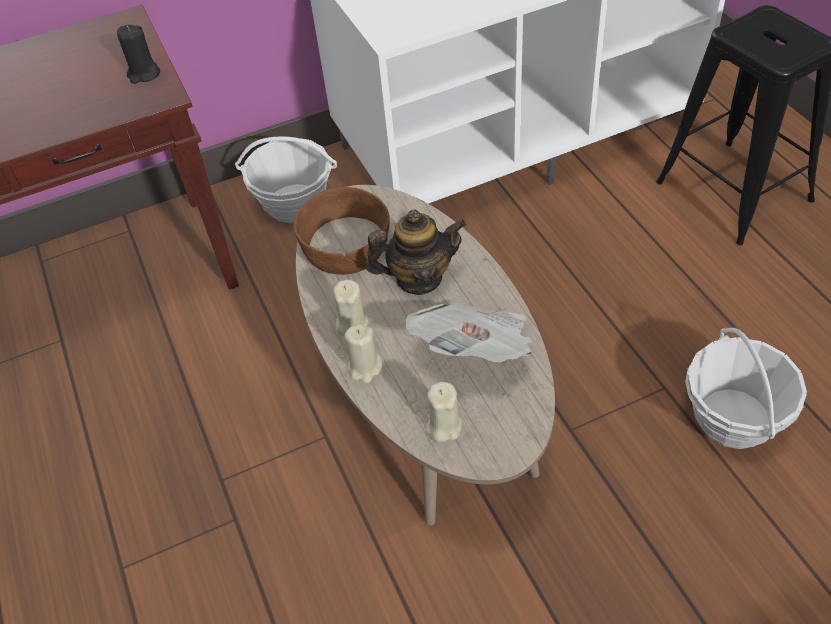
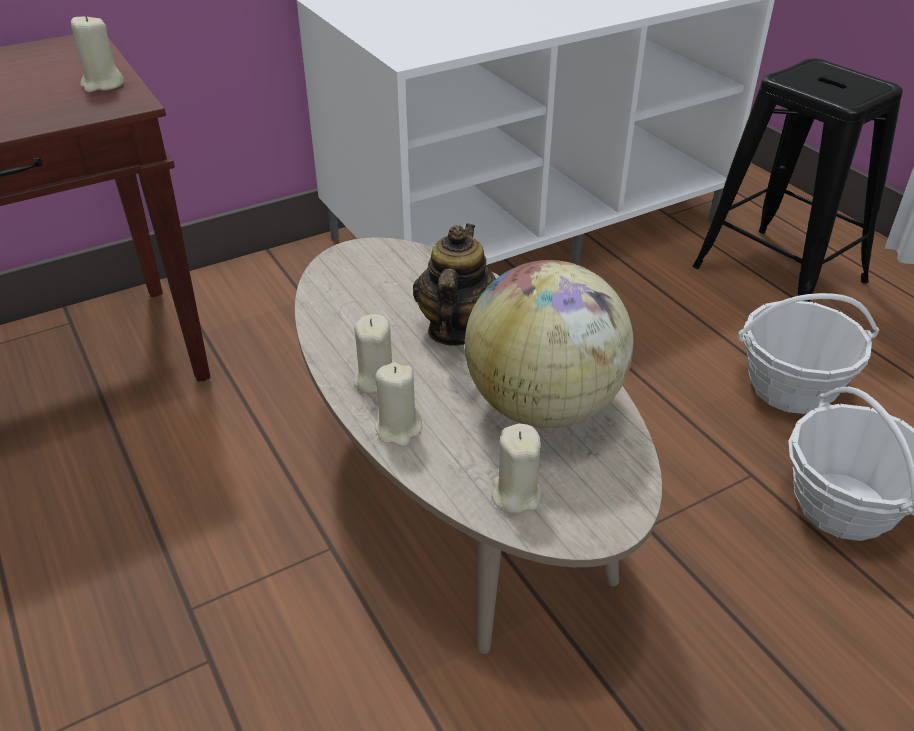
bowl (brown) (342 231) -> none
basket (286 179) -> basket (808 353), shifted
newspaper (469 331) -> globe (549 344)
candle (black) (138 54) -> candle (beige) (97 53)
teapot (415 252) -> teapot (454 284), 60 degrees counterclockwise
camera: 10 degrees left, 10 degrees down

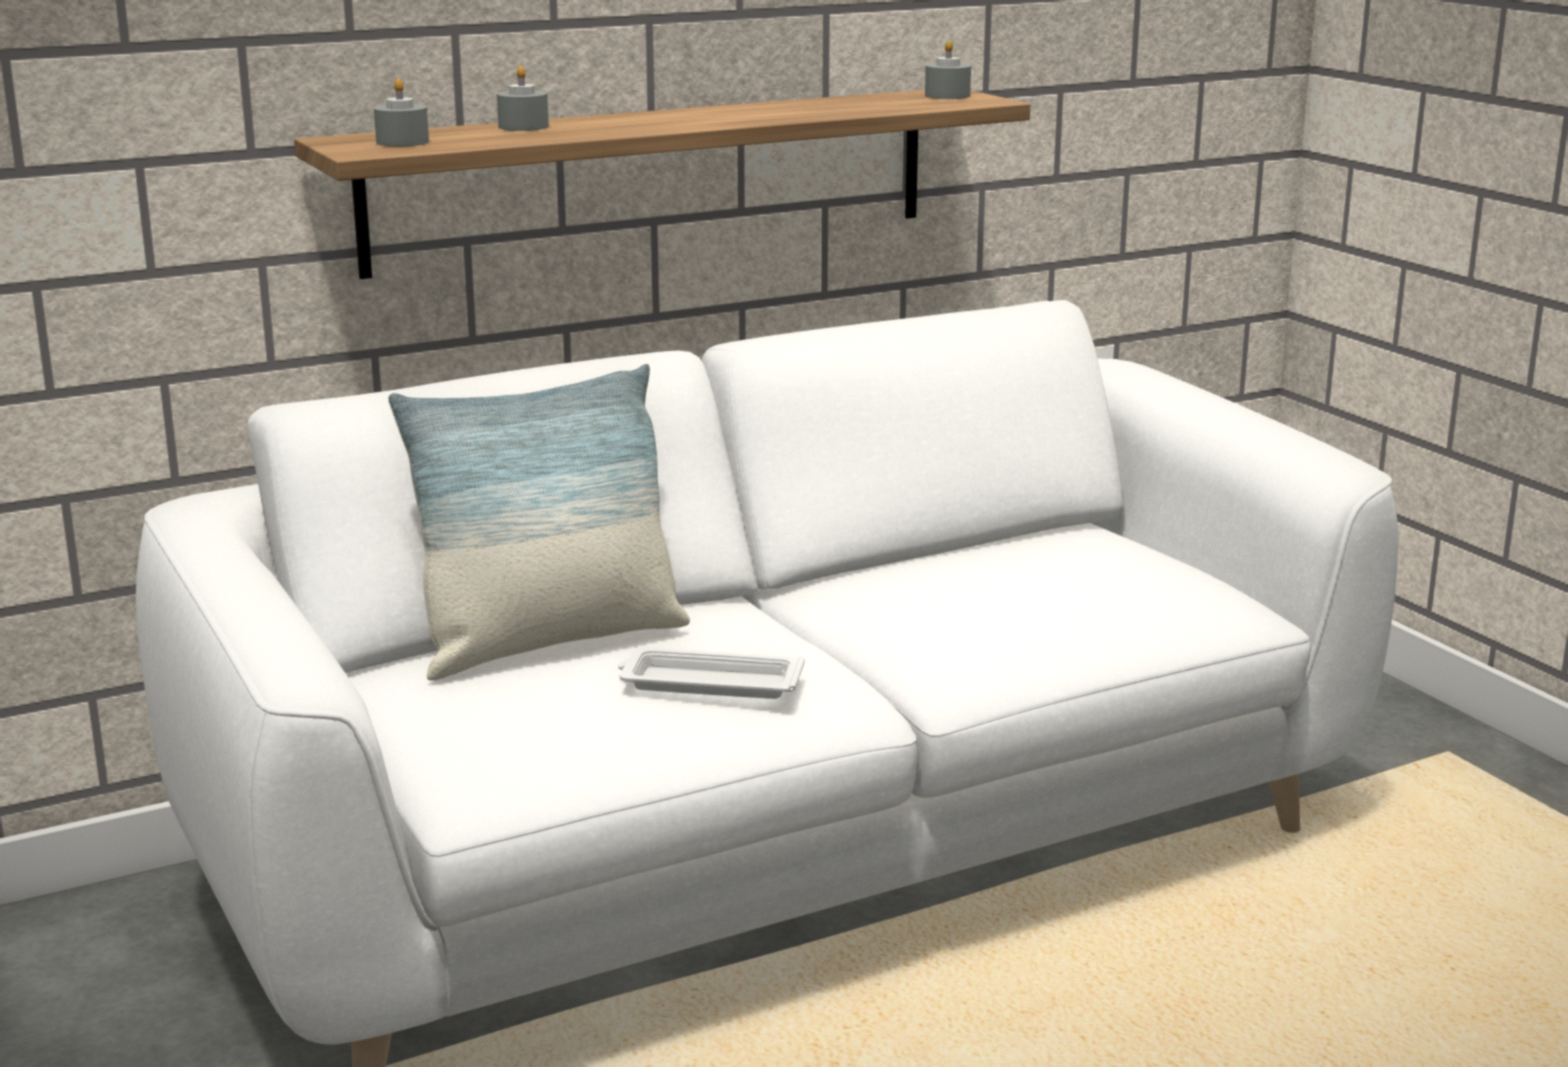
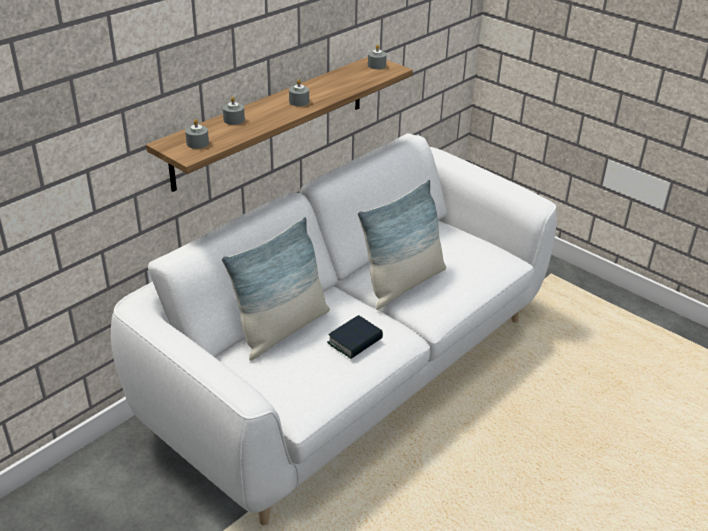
none -> candle (grey) (299 92)
none -> pillow (401 245)
tray (white) (711 673) -> book (355 337)
camera: 20 degrees left, 15 degrees up

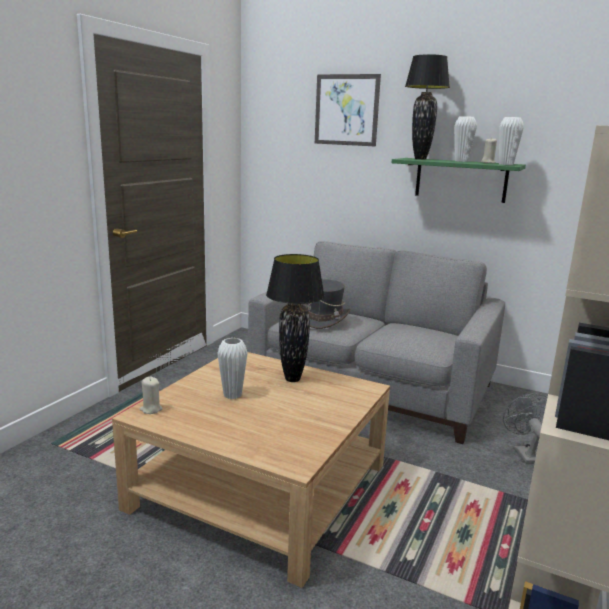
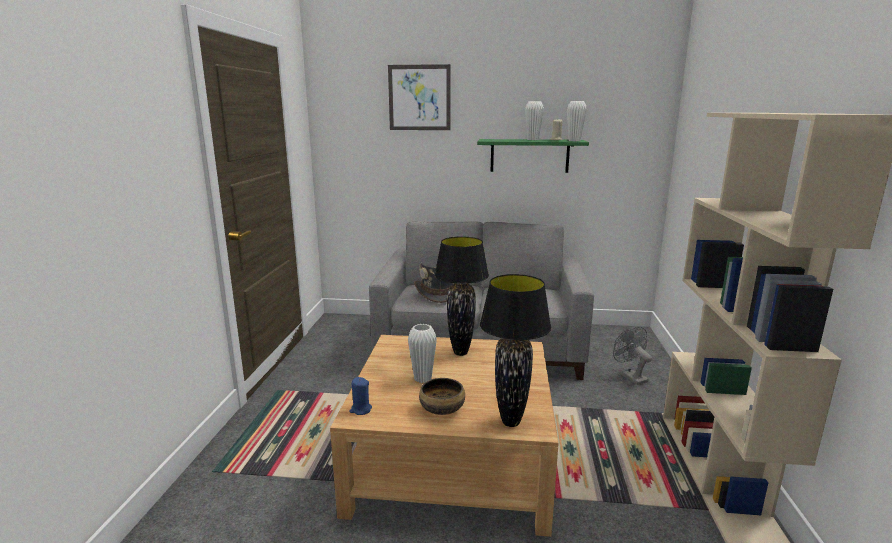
none -> bowl (442 396)
table lamp (black) (427 107) -> table lamp (black) (515 350), shifted
candle (beige) (151 395) -> candle (blue) (361 396)
camera: 20 degrees left, 0 degrees up

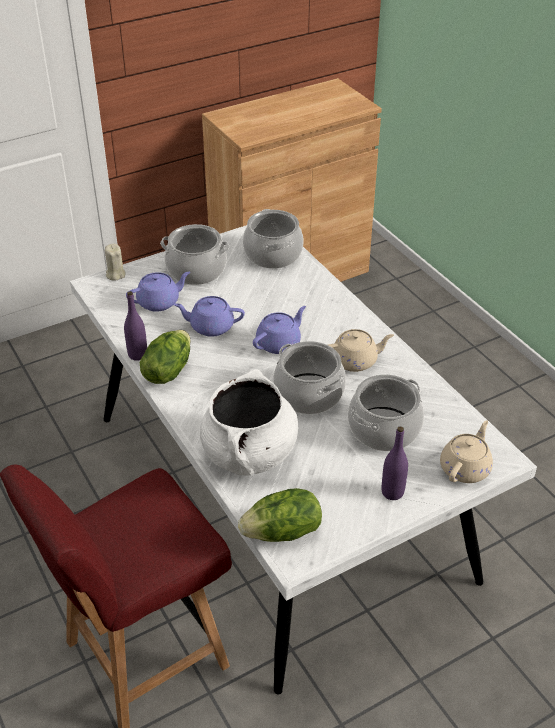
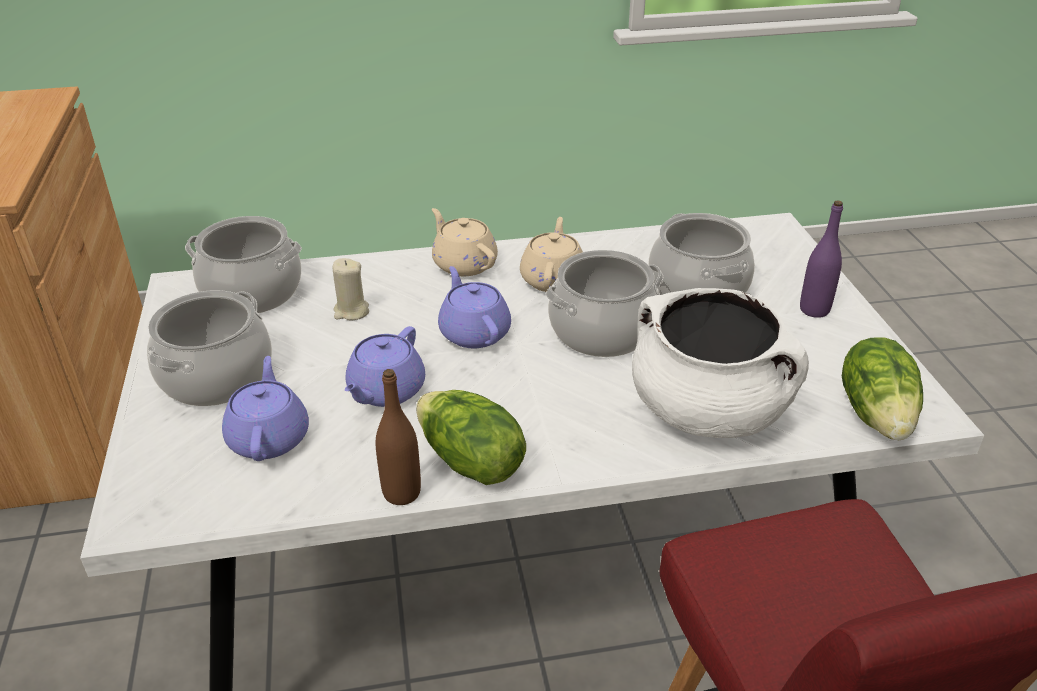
candle (beige) (115 262) -> candle (beige) (350 289), shifted
teapot (beige) (466 451) -> teapot (beige) (465 242), shifted
bottle (purple) (135 326) -> bottle (brown) (398 437)
camera: 70 degrees left, 5 degrees down

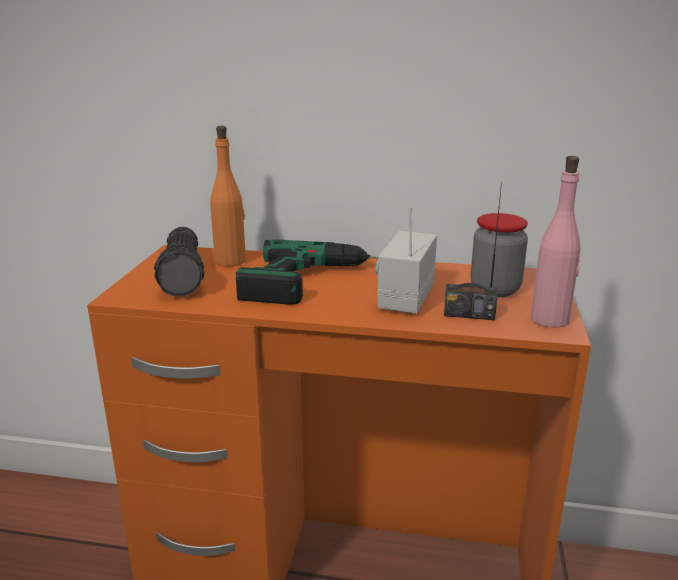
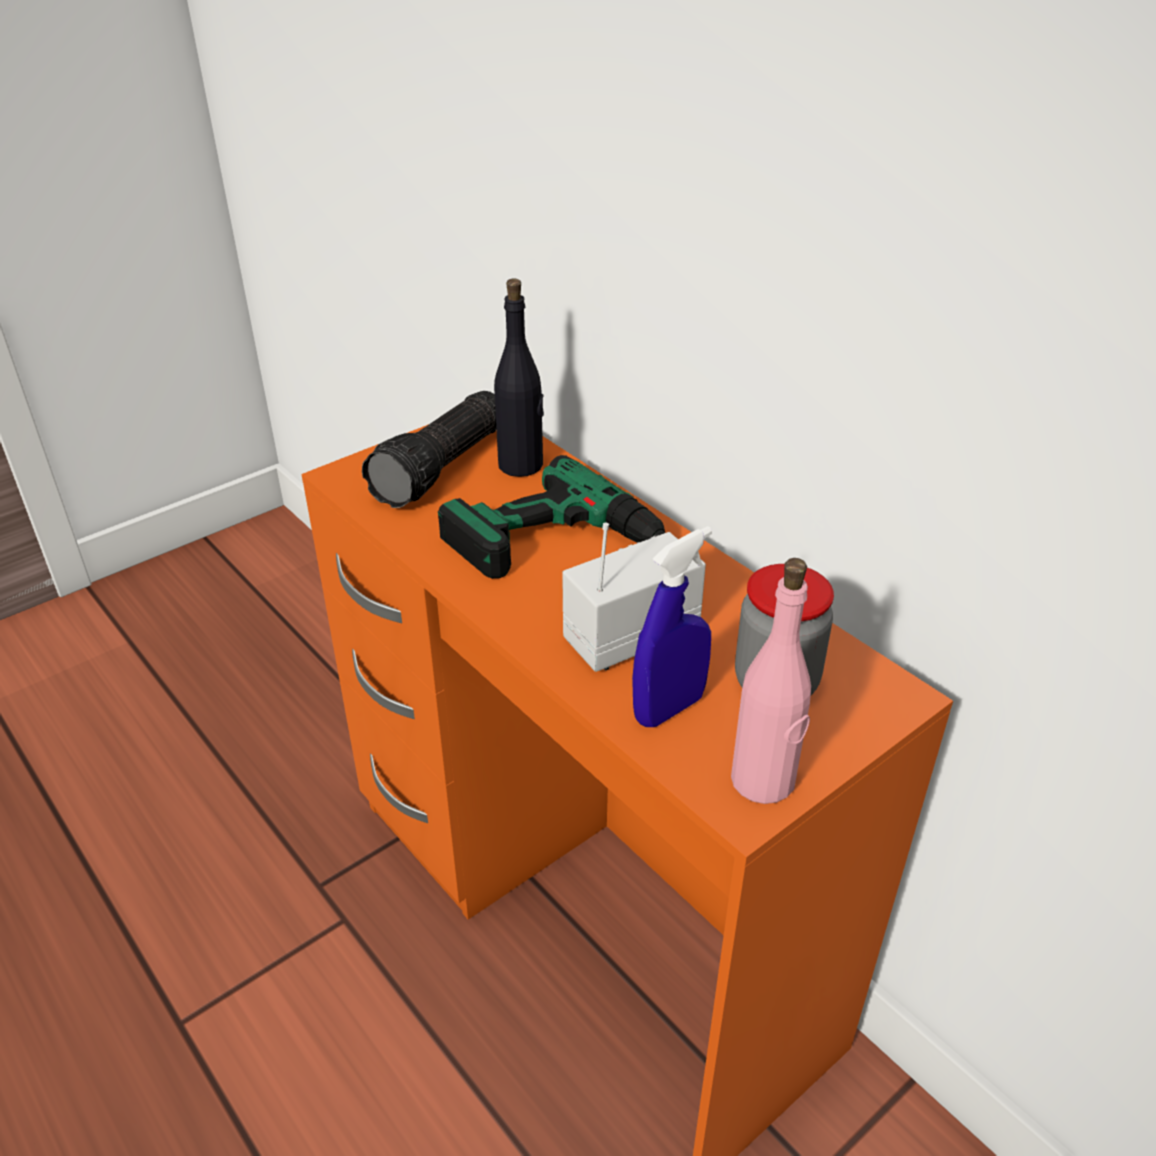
radio (473 251) -> spray bottle (blue) (672 626)
bottle (orange) (228 196) -> bottle (black) (519 377)
camera: 40 degrees right, 15 degrees up

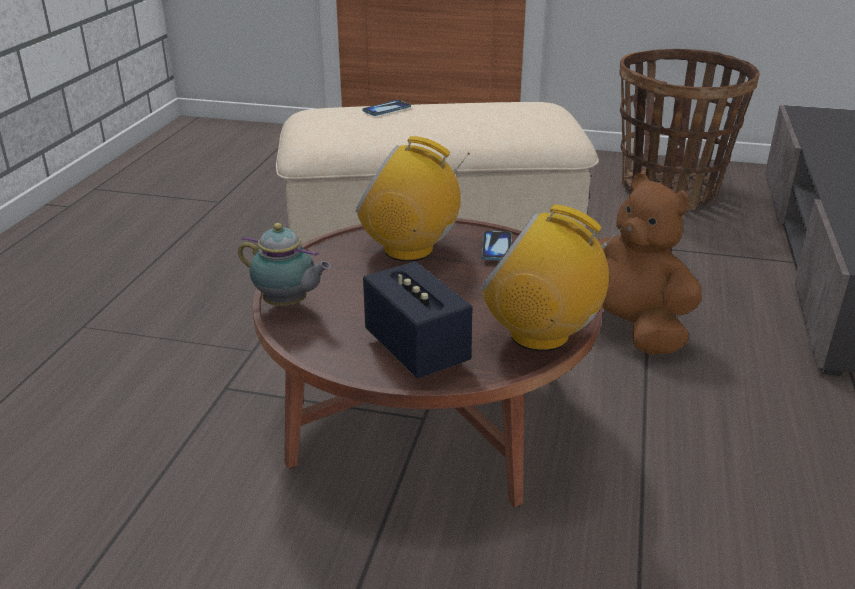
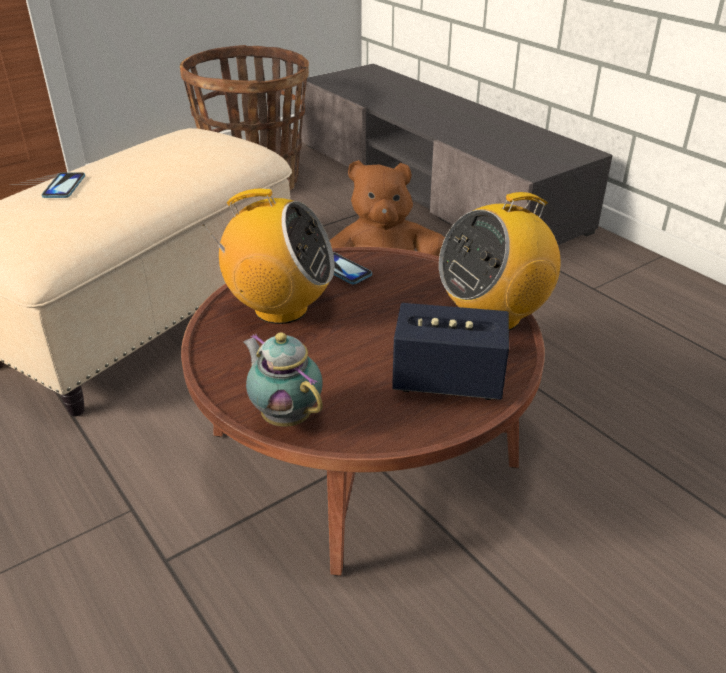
teapot (284 264) -> teapot (283 379), 105 degrees counterclockwise
radio (412 198) -> radio (269 256), 135 degrees counterclockwise
camera: 50 degrees left, 5 degrees up

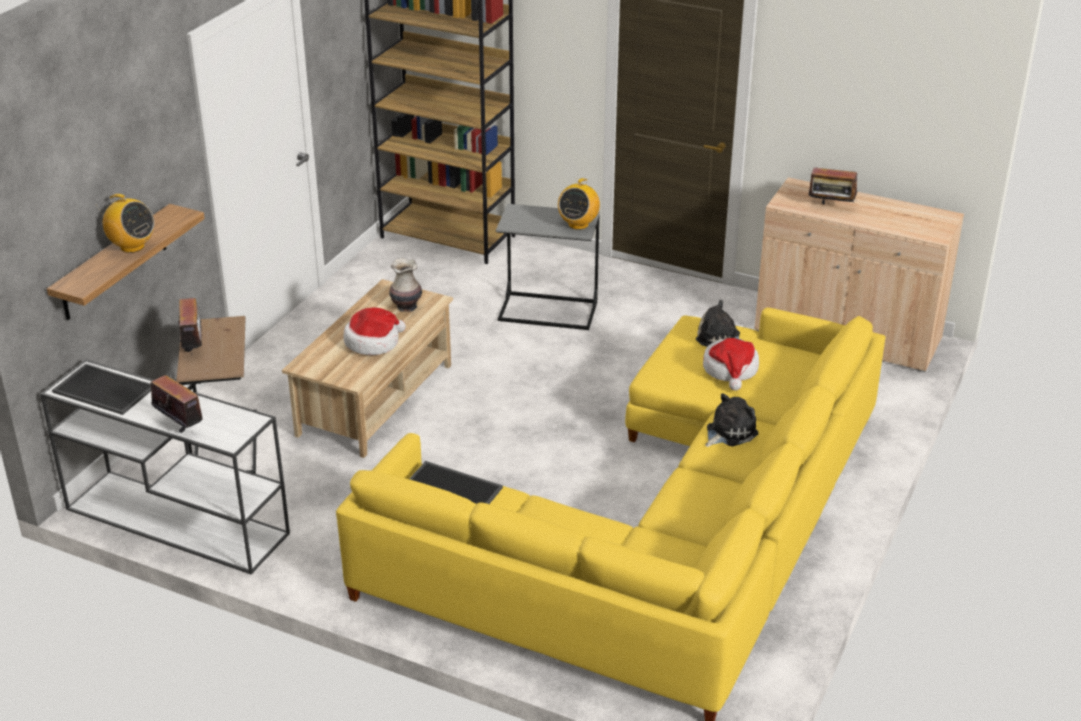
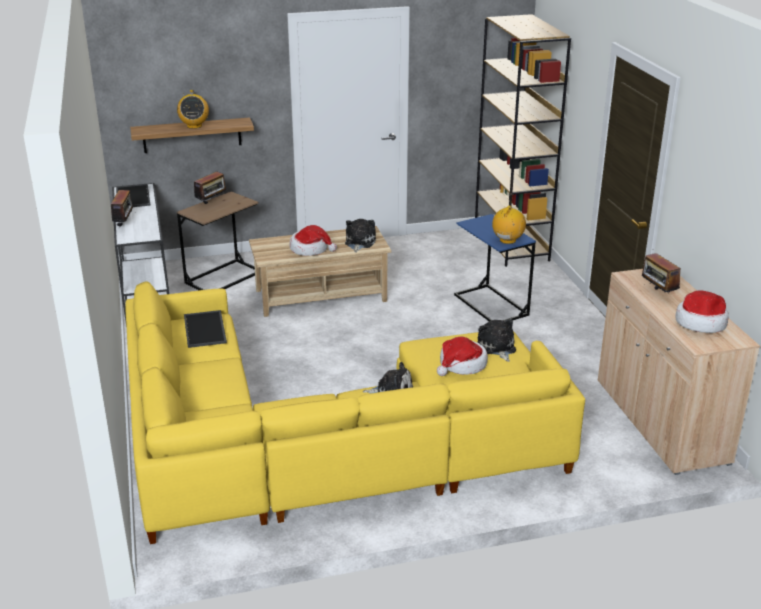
none -> hat (702 311)
vase (405 285) -> plush toy (360 236)
side table (grey) (548 267) -> side table (blue) (495 267)
radio (579 204) -> radio (509 224), 135 degrees clockwise
camera: 50 degrees right, 5 degrees down

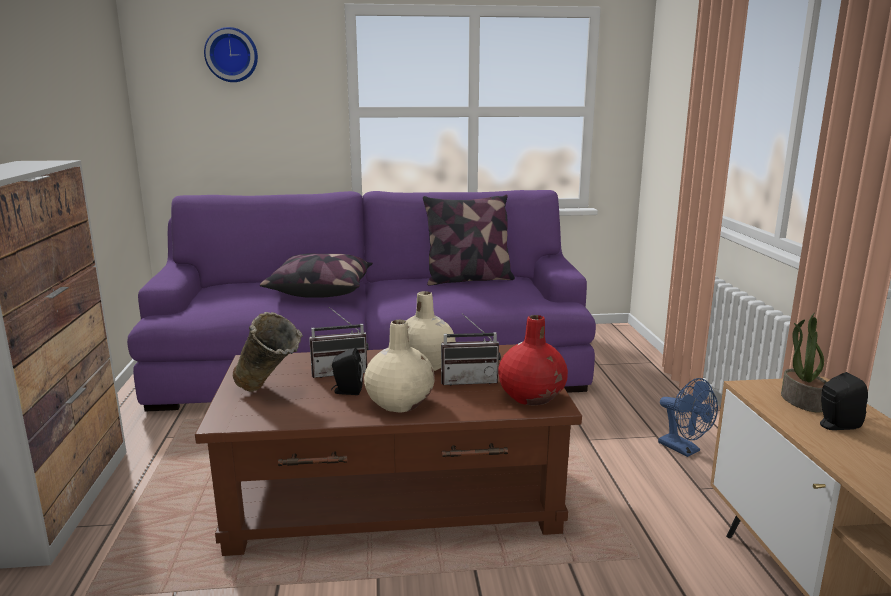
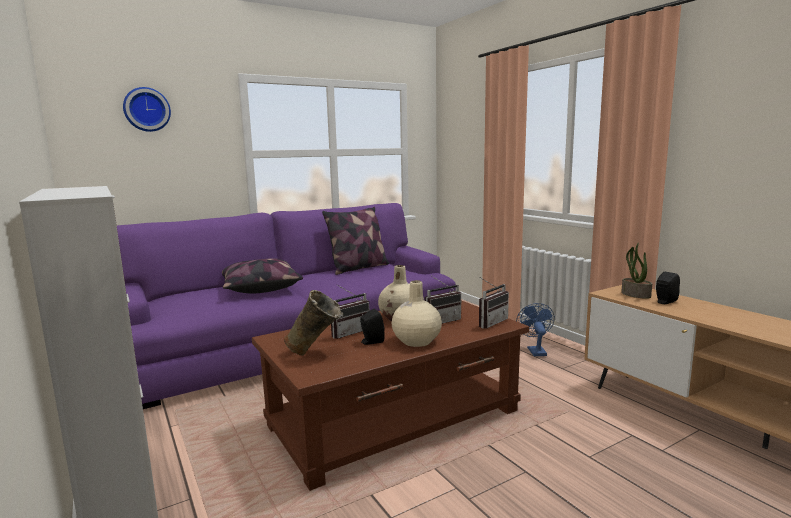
vase (red) (533 360) -> radio (494 303)
fan (blue) (688 417) -> fan (blue) (535 329), 120 degrees counterclockwise
camera: 25 degrees left, 5 degrees down

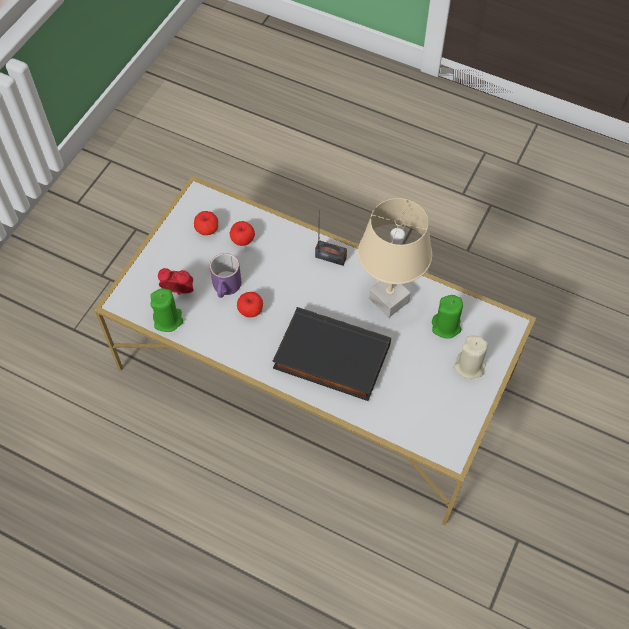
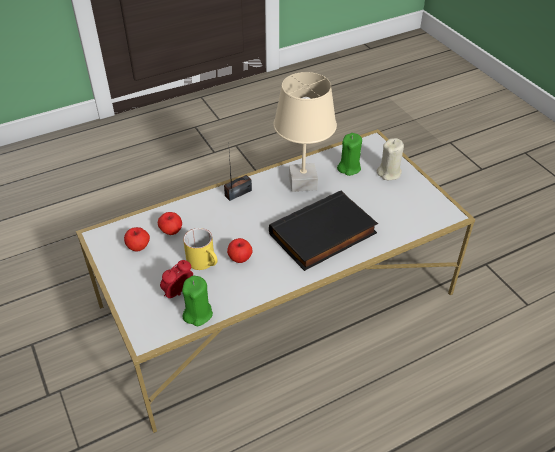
mug (purple) (225 275) -> mug (yellow) (200 249)
camera: 55 degrees left, 15 degrees down

